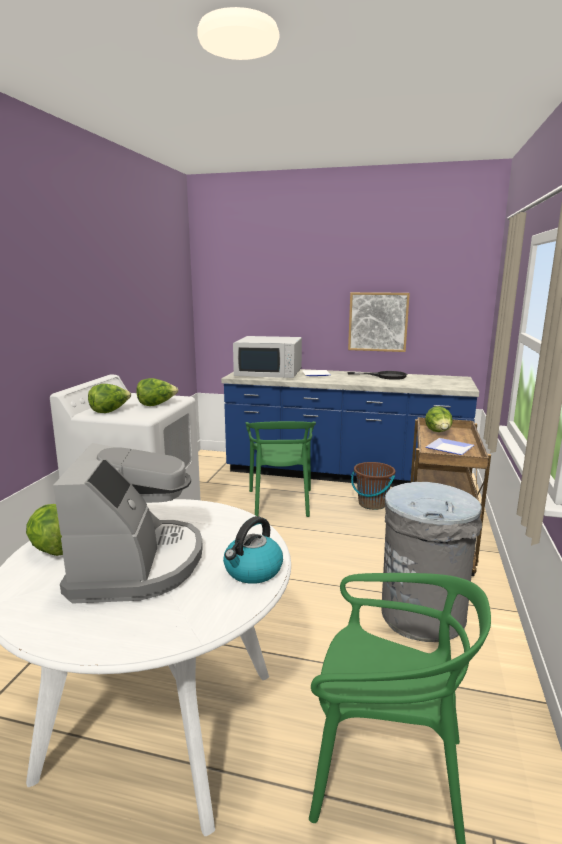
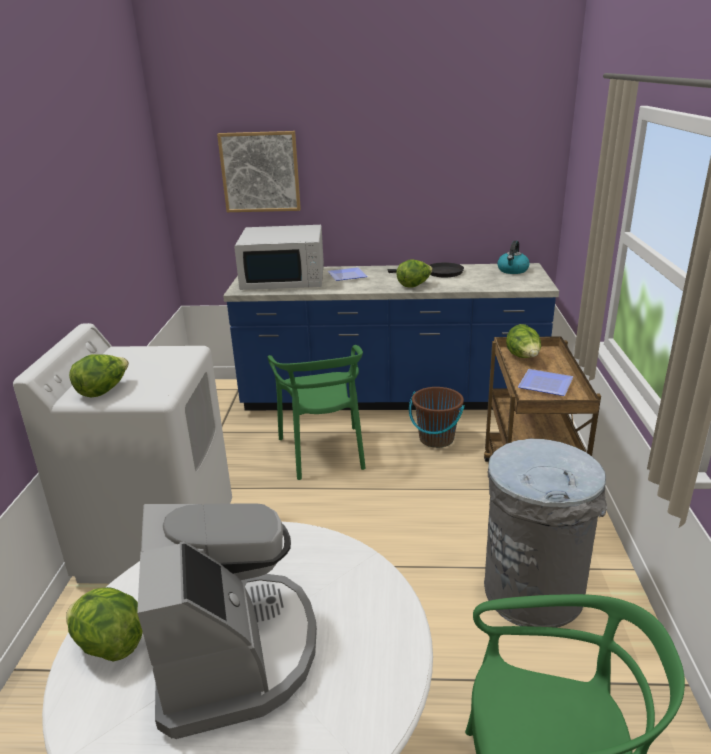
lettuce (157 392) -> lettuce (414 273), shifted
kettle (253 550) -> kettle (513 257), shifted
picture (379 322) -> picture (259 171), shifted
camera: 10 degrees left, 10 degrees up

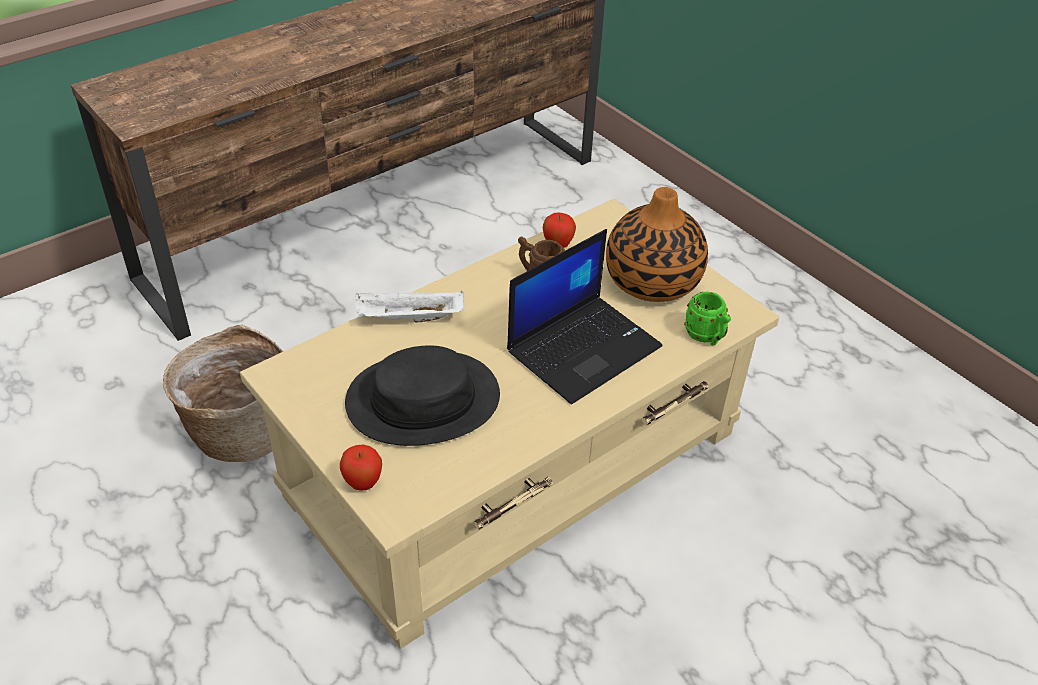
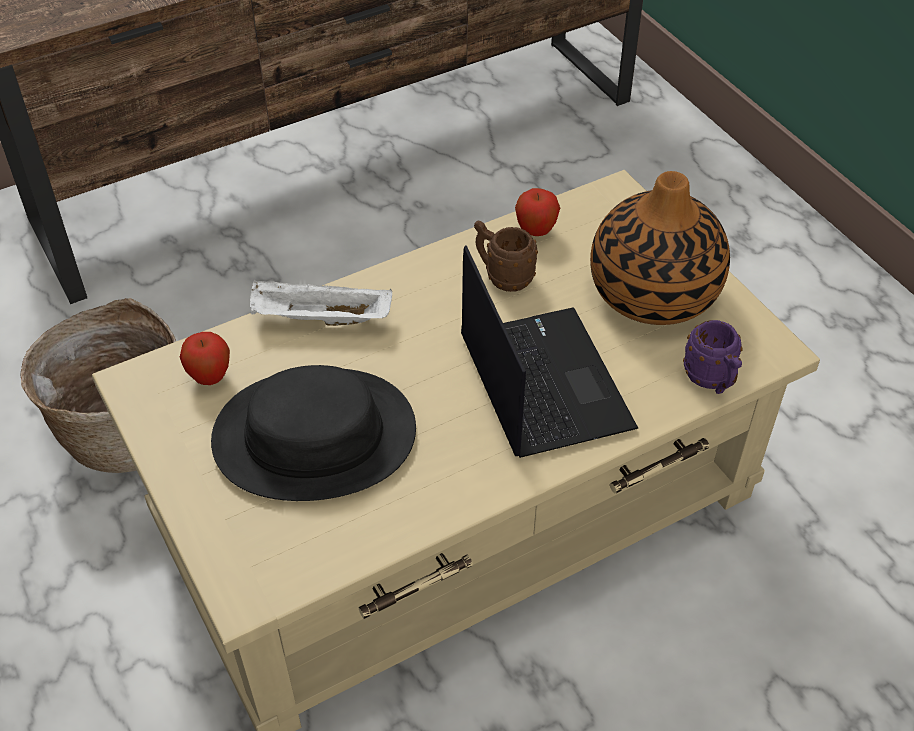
apple (361 467) -> apple (205 358), shifted
mug (green) (707 318) -> mug (purple) (713 357)
laptop (585 316) -> laptop (549 351), 75 degrees counterclockwise
camera: 10 degrees right, 5 degrees up

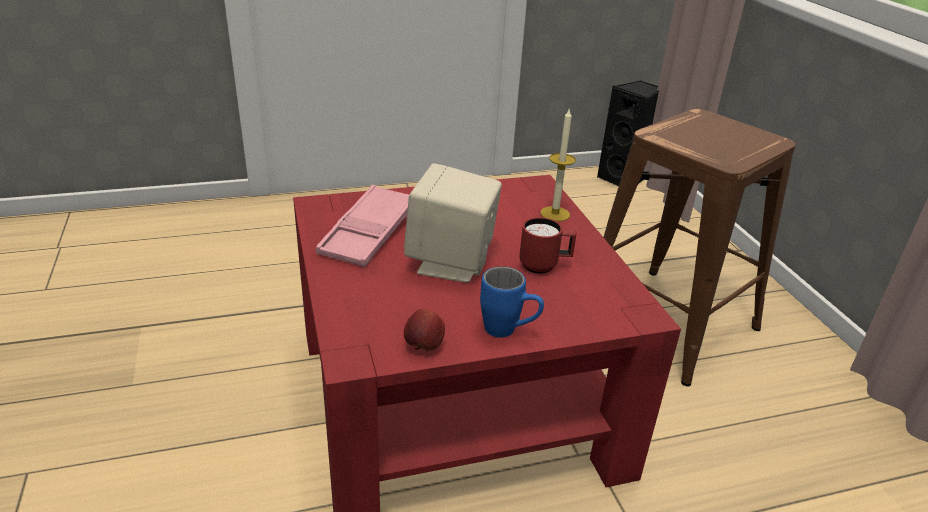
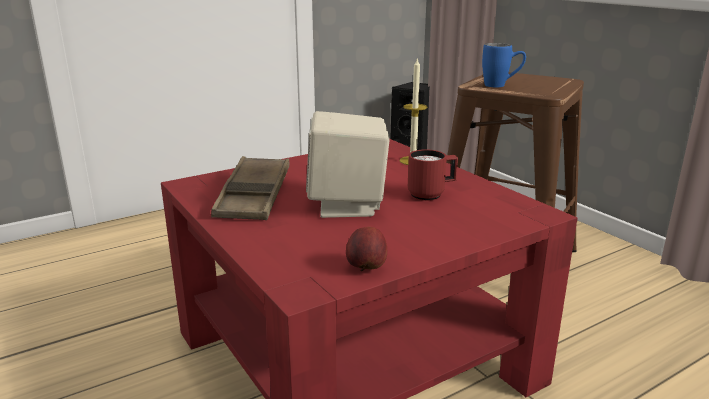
mug (blue) (512 302) -> mug (blue) (504 65), shifted
tray (pink) (362 226) -> tray (brown) (250 188)
camera: 15 degrees left, 10 degrees down

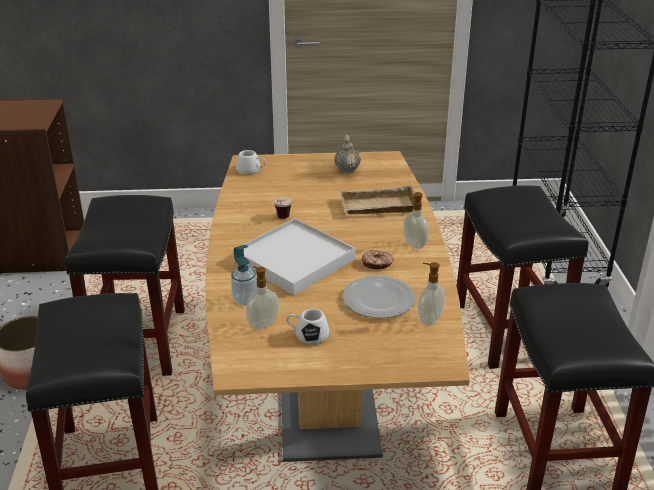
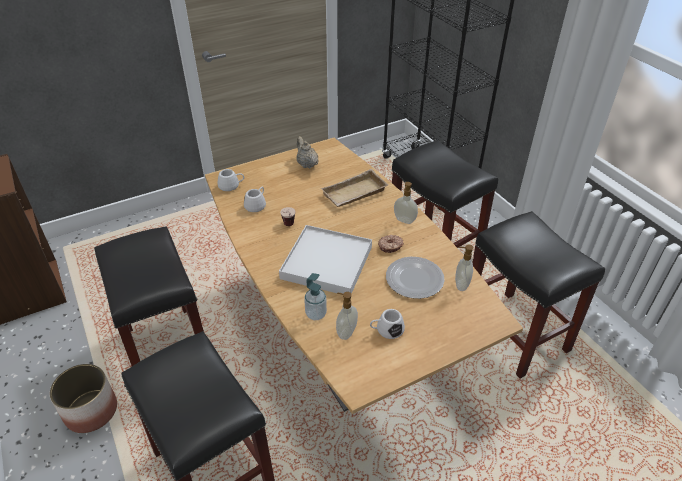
none -> mug (white) (255 199)
camera: 25 degrees left, 10 degrees up

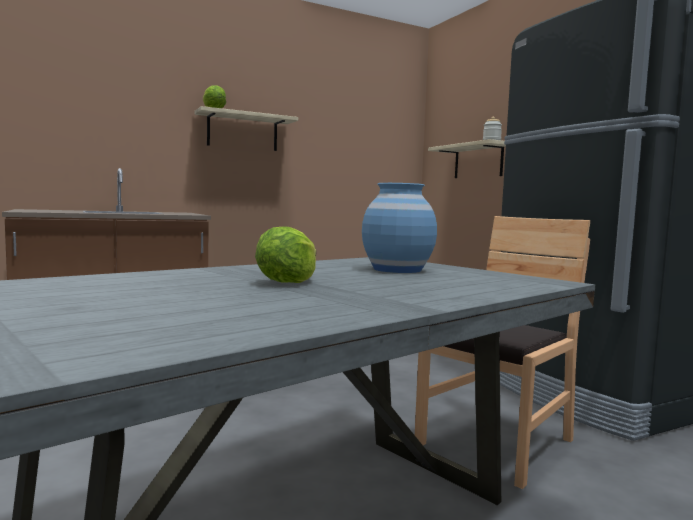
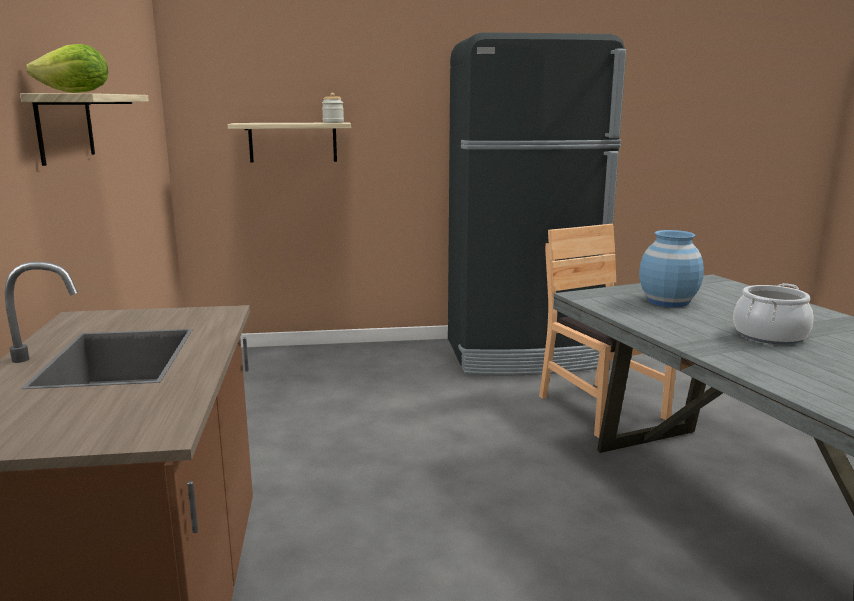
lettuce (285 254) -> cooking pot (773 314)
camera: 70 degrees left, 10 degrees up

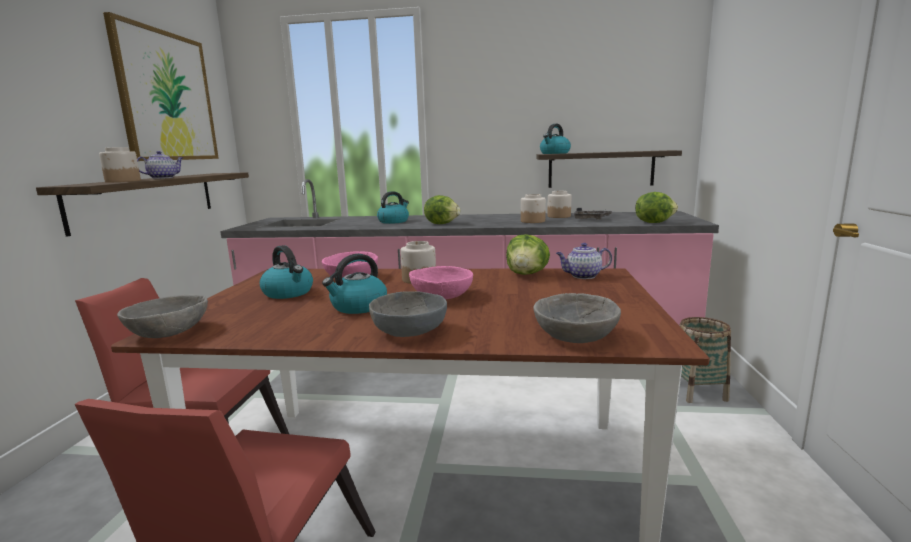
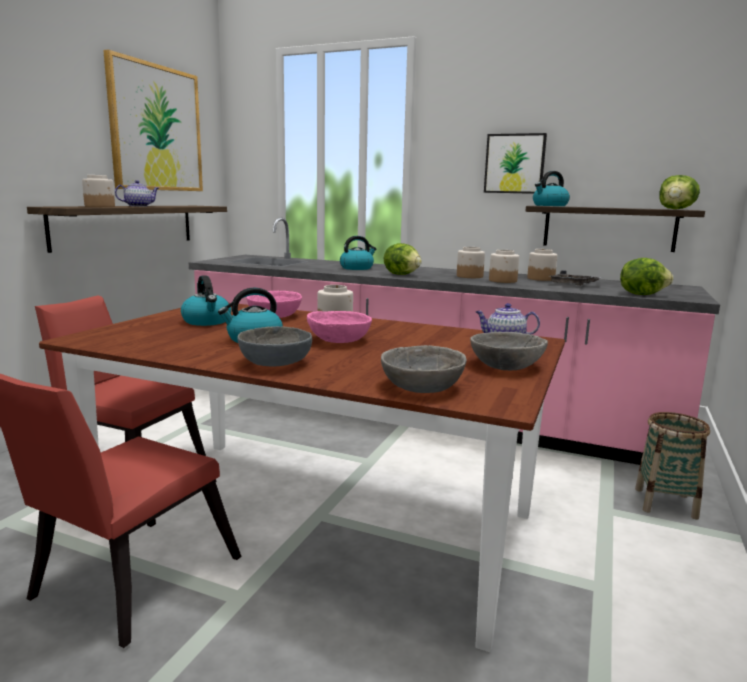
none -> jar (471 262)
none -> picture (515 163)
bowl (grey) (162 316) -> bowl (grey) (509 351), shifted
lettuce (528 254) -> lettuce (679 192), shifted
camera: 15 degrees right, 0 degrees up

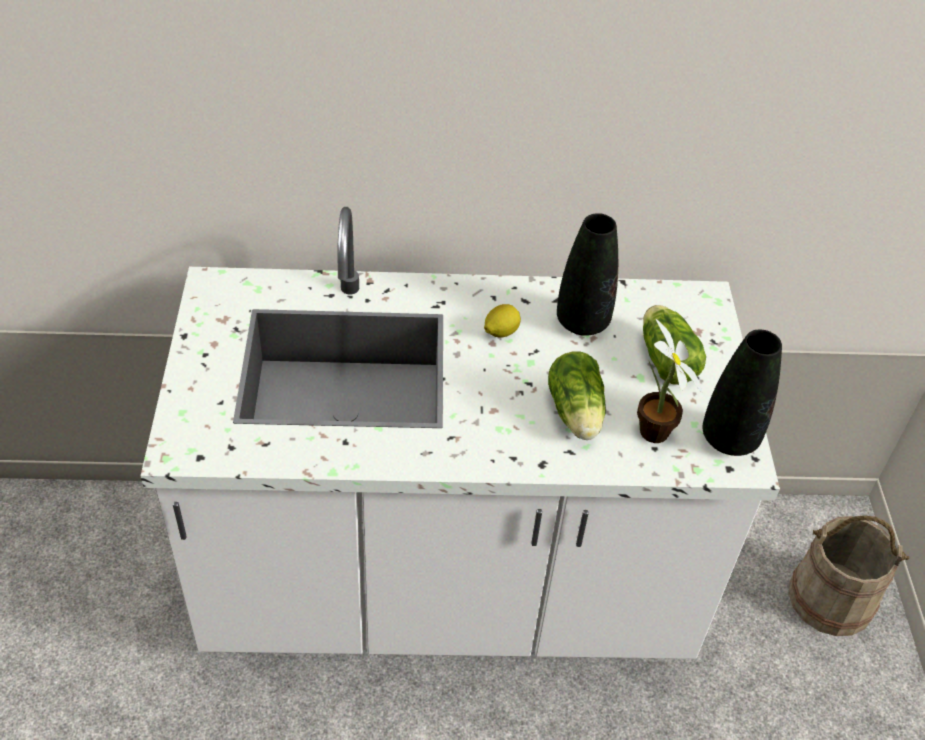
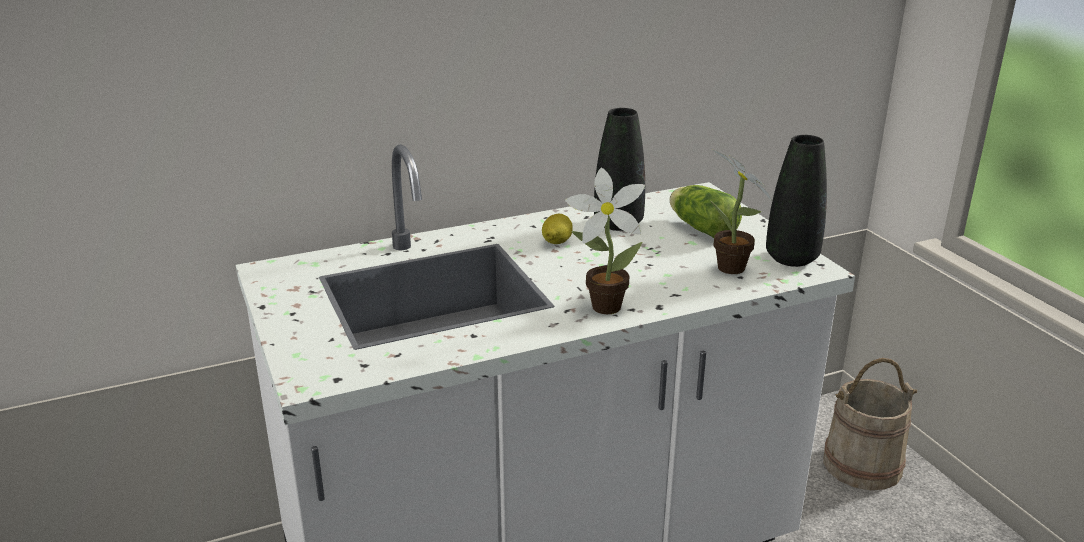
lettuce (577 395) -> none
none -> potted plant (605 241)
camera: 20 degrees left, 20 degrees down

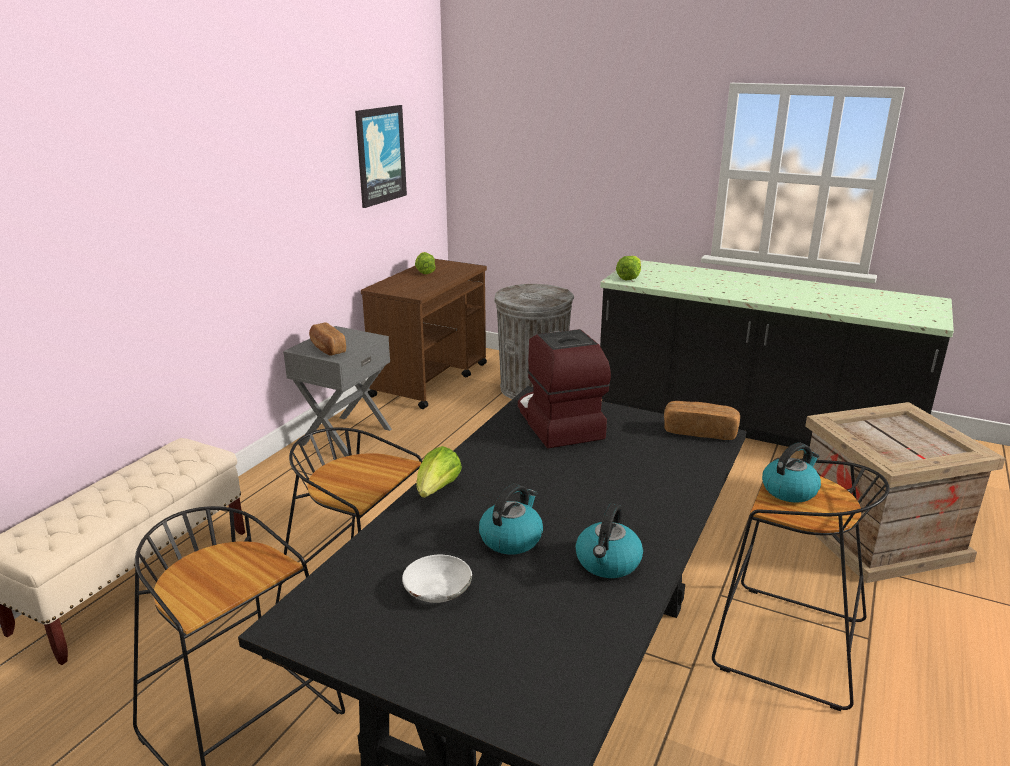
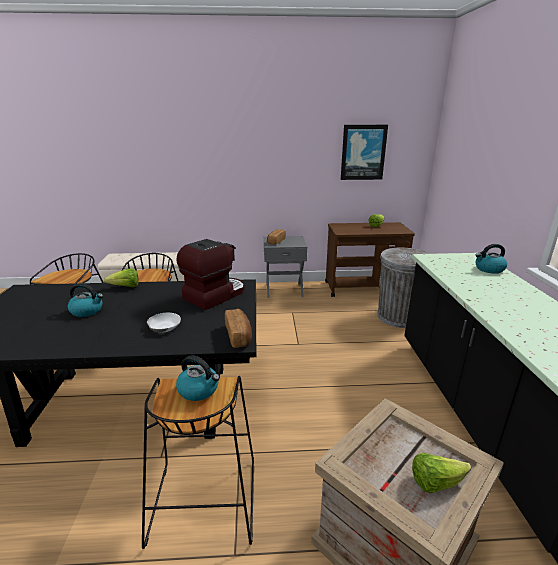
bowl (white) (437 579) -> bowl (white) (164 323), shifted
kettle (609 540) -> kettle (491 259), shifted
lettuce (628 268) -> lettuce (441 473), shifted
camera: 60 degrees right, 0 degrees up

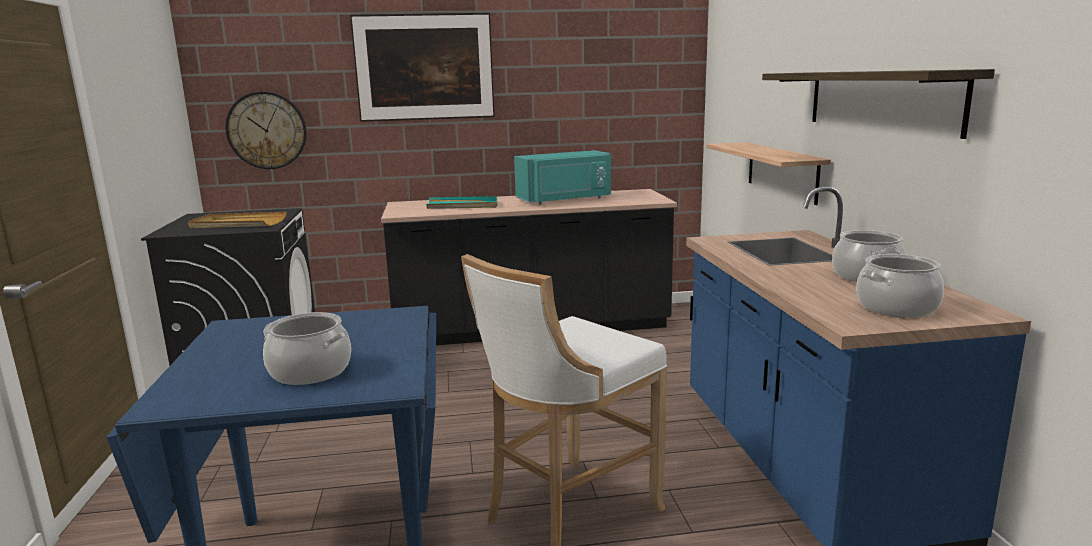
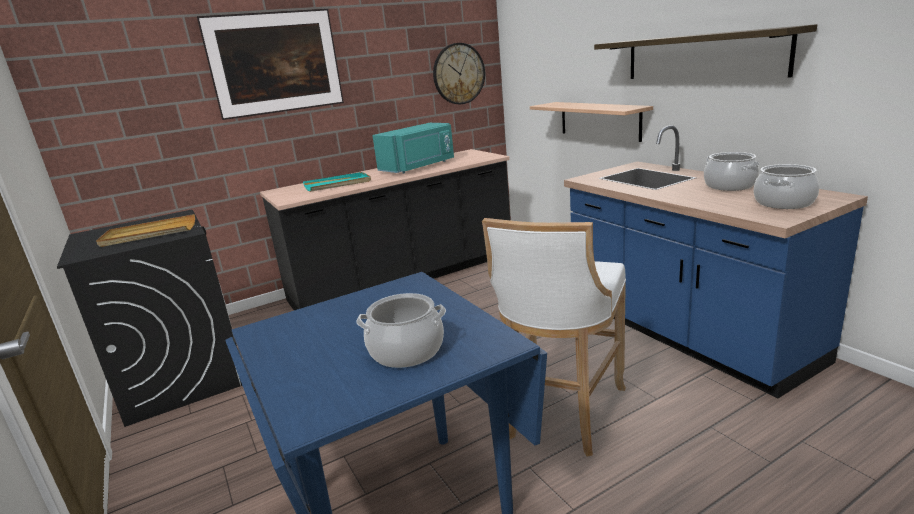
wall clock (266 130) -> wall clock (459 73), shifted
camera: 20 degrees left, 5 degrees up

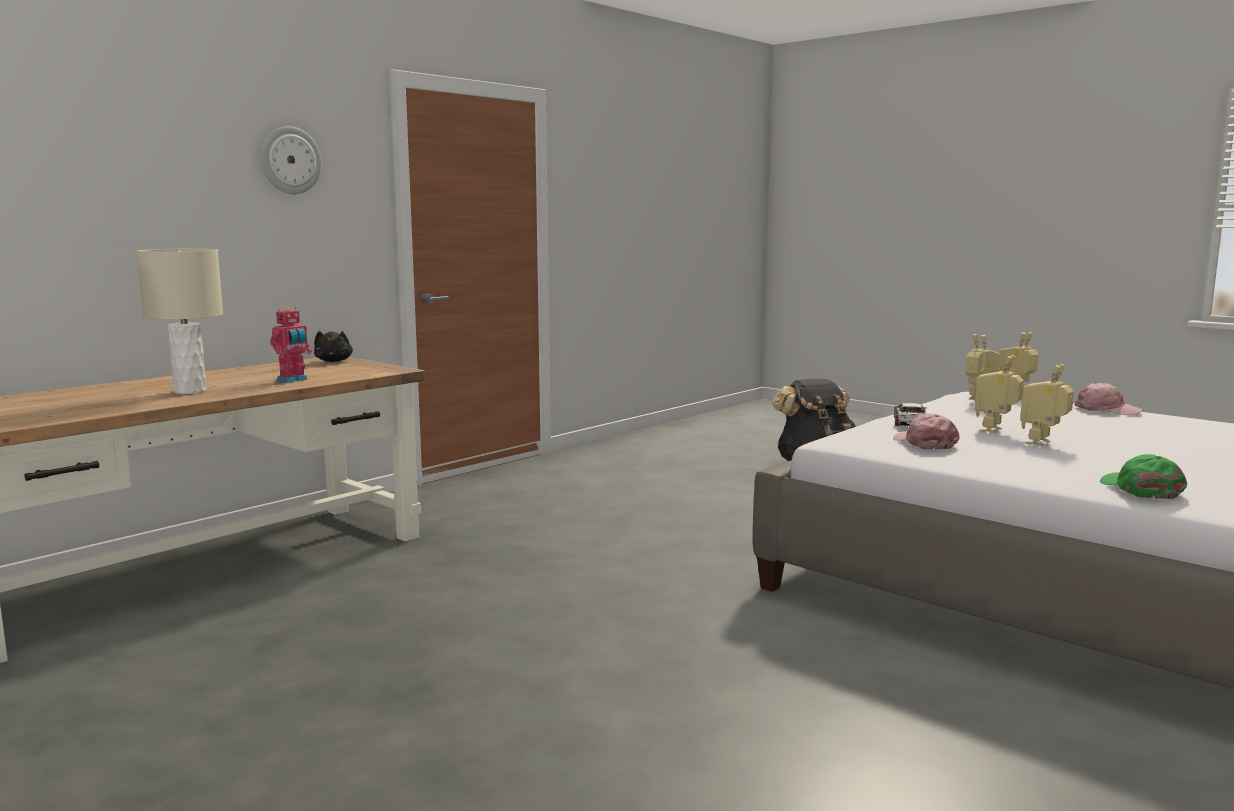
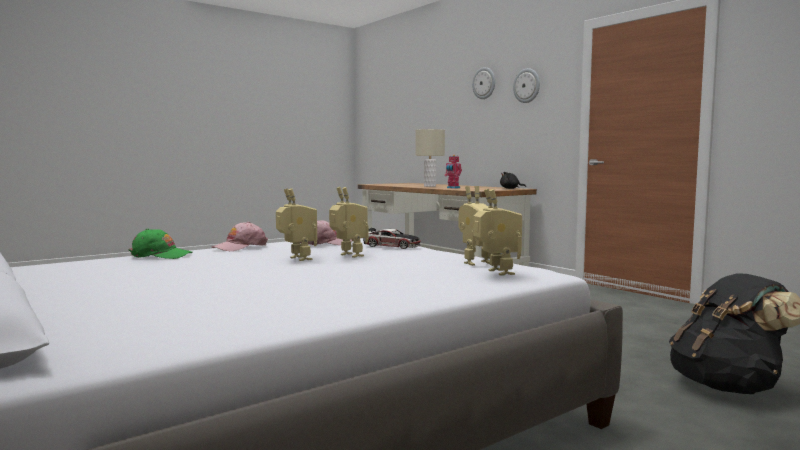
none -> wall clock (483 83)
cap (pink) (1109 399) -> cap (pink) (239 236), shifted
camera: 100 degrees right, 5 degrees down

